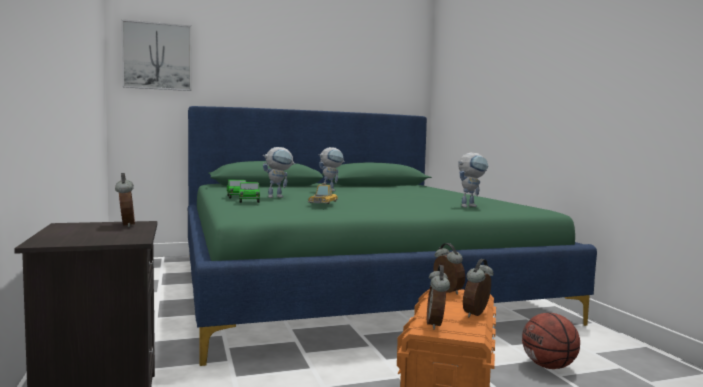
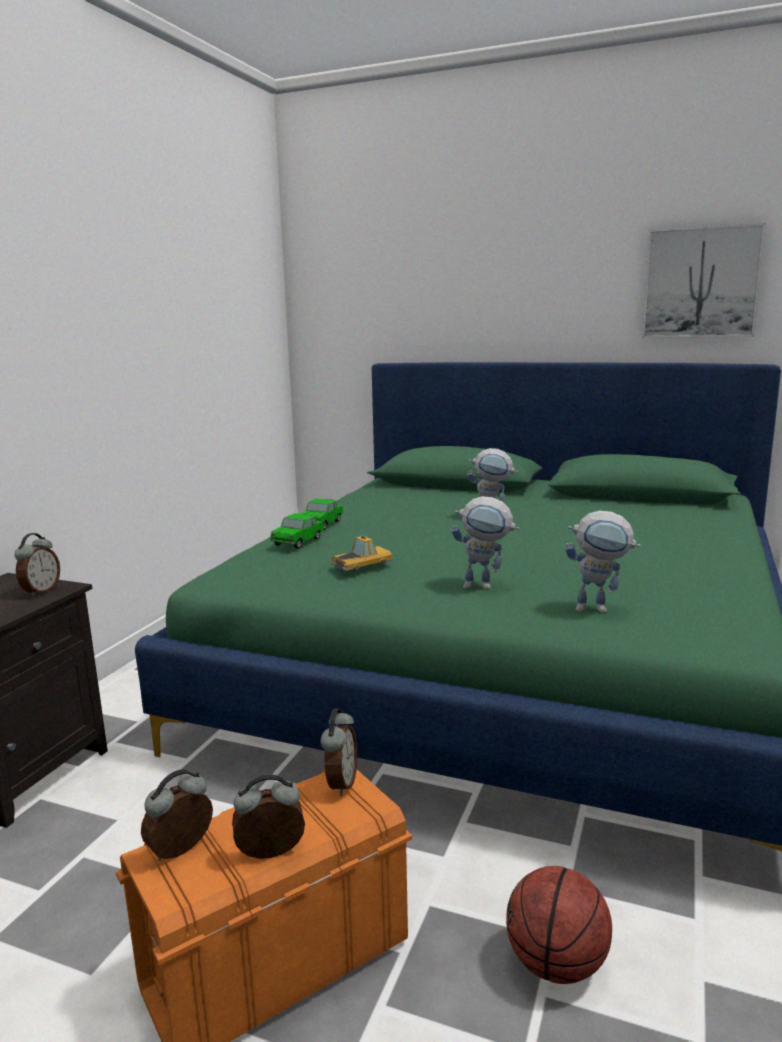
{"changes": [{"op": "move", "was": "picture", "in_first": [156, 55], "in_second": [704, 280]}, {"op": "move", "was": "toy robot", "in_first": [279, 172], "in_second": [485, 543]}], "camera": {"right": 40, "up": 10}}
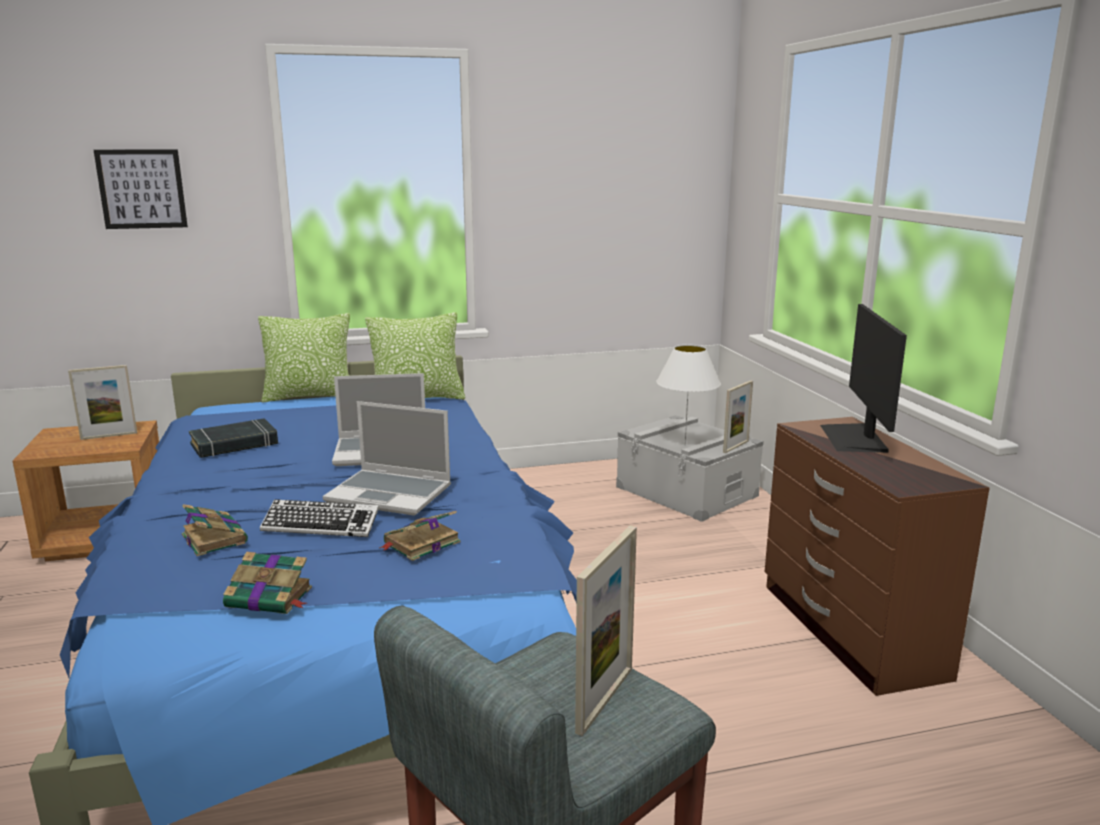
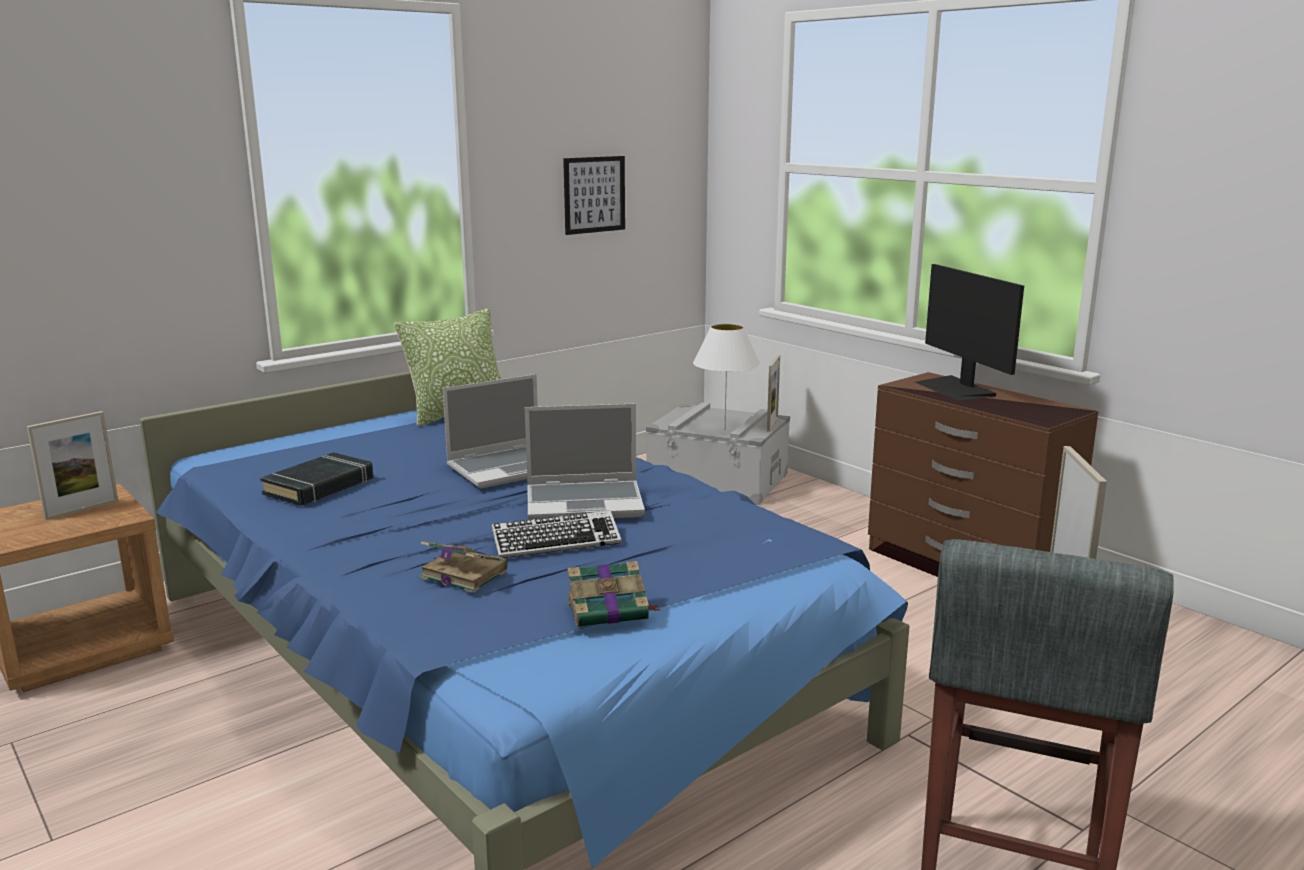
{"changes": [{"op": "delete", "was": "pillow", "in_first": [304, 357]}, {"op": "delete", "was": "book", "in_first": [420, 536]}, {"op": "move", "was": "picture", "in_first": [141, 189], "in_second": [594, 195]}], "camera": {"right": -25, "up": 0}}
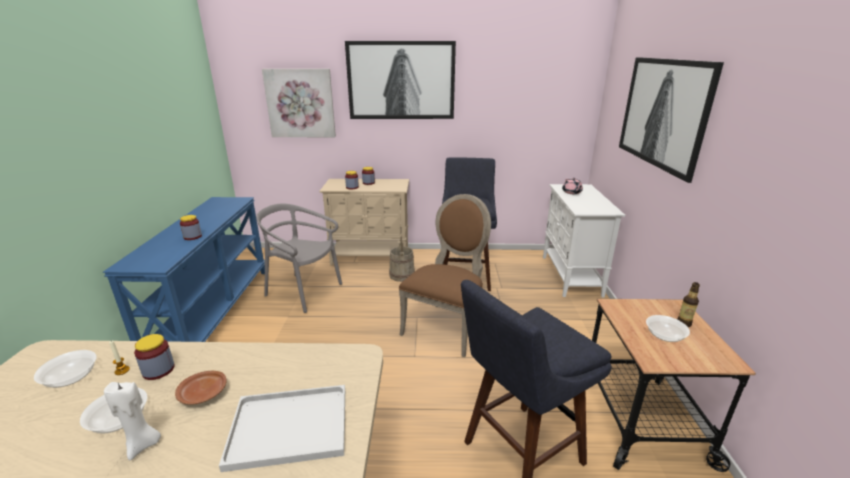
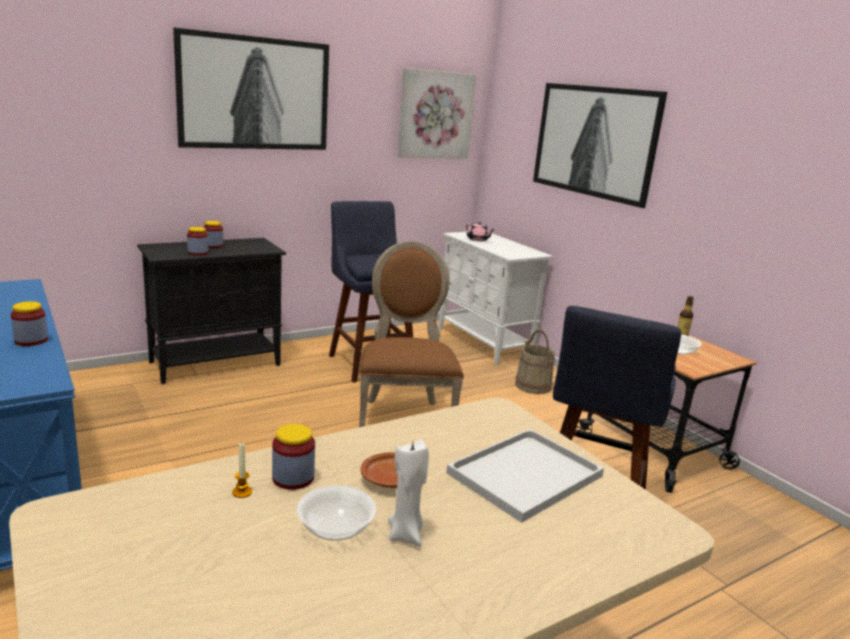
{"changes": [{"op": "delete", "was": "bowl", "in_first": [65, 369]}, {"op": "delete", "was": "chair (grey)", "in_first": [299, 258]}, {"op": "move", "was": "picture", "in_first": [299, 103], "in_second": [437, 113]}, {"op": "move", "was": "bucket (beige)", "in_first": [402, 259], "in_second": [535, 362]}, {"op": "recolor", "was": "cabinet (beige)", "now": "cabinet (black)", "in_first": [364, 222], "in_second": [211, 311]}], "camera": {"right": -35, "up": -5}}
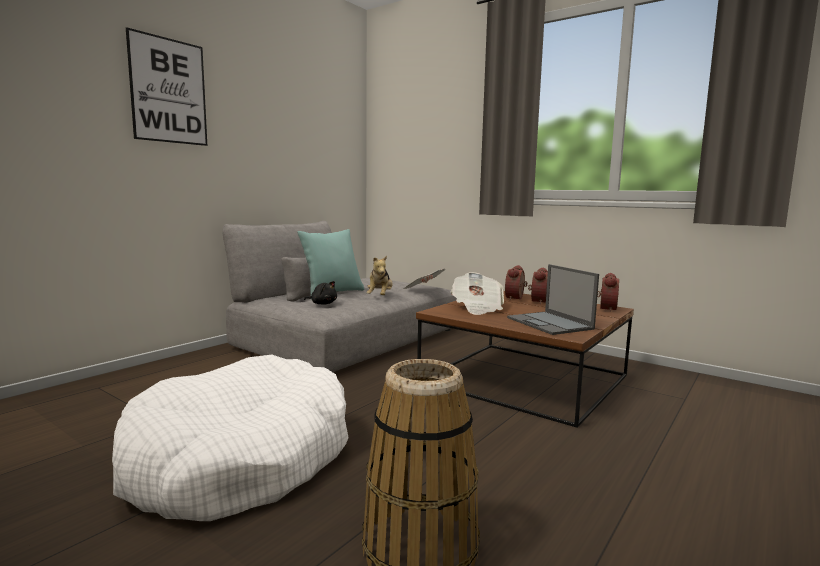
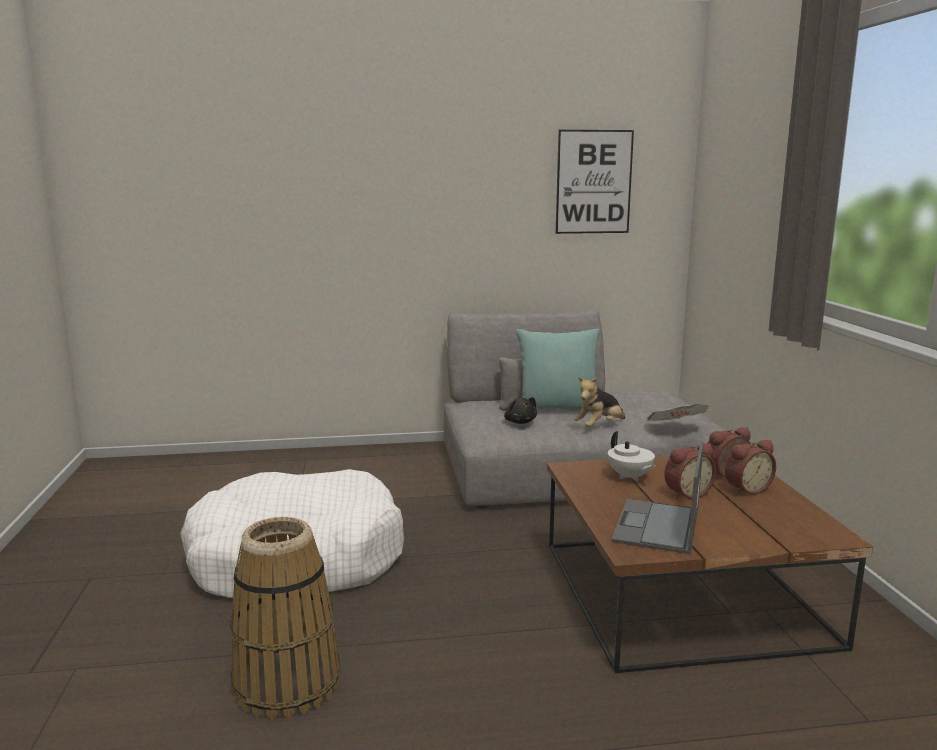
{"changes": [{"op": "move", "was": "picture", "in_first": [166, 86], "in_second": [595, 182]}, {"op": "move", "was": "alarm clock", "in_first": [608, 292], "in_second": [690, 471]}, {"op": "replace", "was": "newspaper", "now": "teapot (white)", "in_first": [477, 293], "in_second": [631, 456]}], "camera": {"right": 45, "up": 5}}
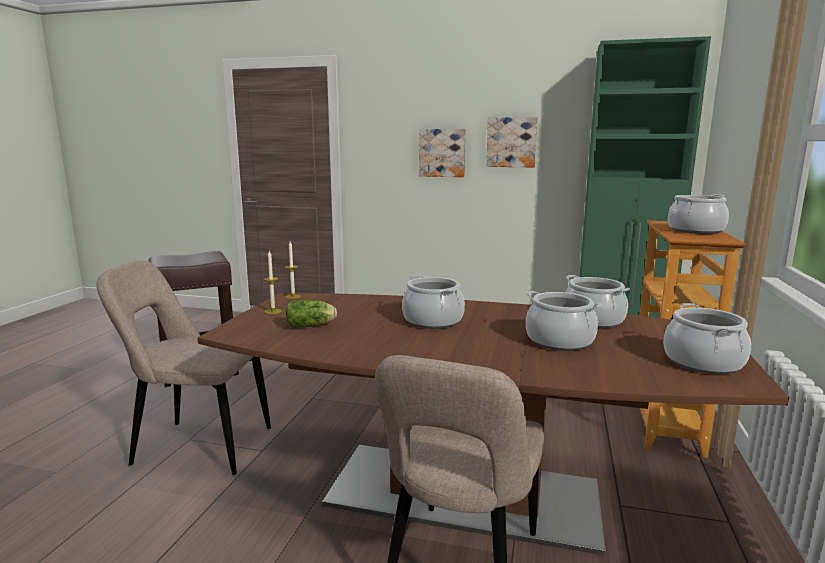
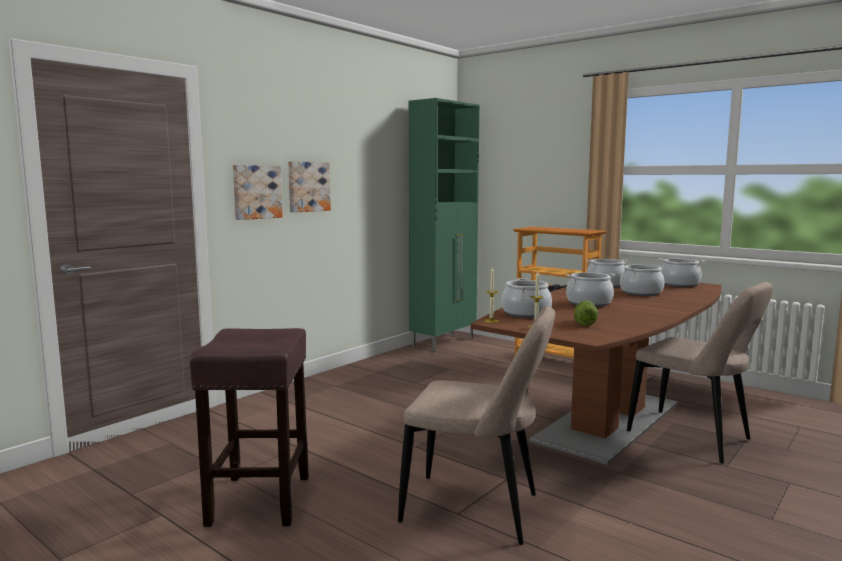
{"changes": [{"op": "move", "was": "picture", "in_first": [512, 142], "in_second": [258, 192]}, {"op": "move", "was": "cooking pot", "in_first": [698, 214], "in_second": [527, 298]}, {"op": "rotate", "was": "chair (beige)", "in_first": [183, 367], "in_second": [476, 425], "clockwise": -105}], "camera": {"right": -65, "up": -5}}
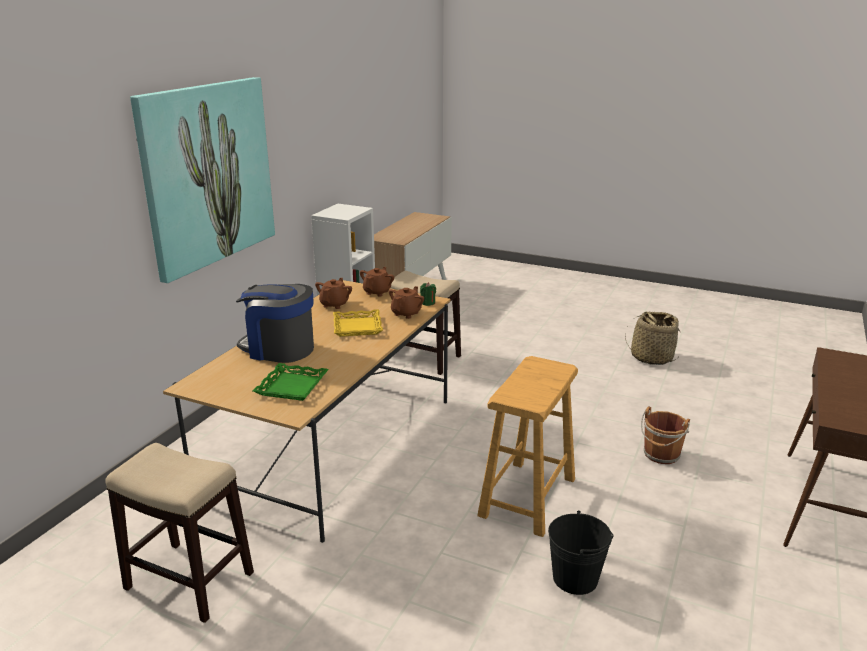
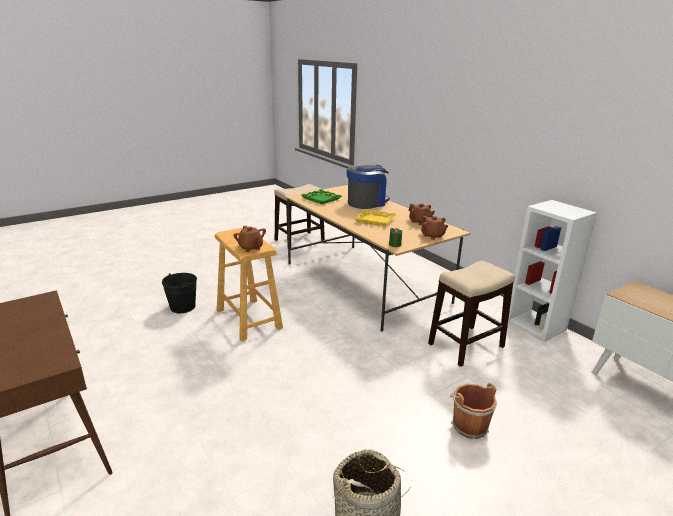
{"changes": [{"op": "delete", "was": "picture", "in_first": [202, 180]}, {"op": "move", "was": "teapot (brown)", "in_first": [406, 302], "in_second": [250, 239]}, {"op": "move", "was": "bucket (brown)", "in_first": [665, 435], "in_second": [473, 411]}], "camera": {"right": 120, "up": 0}}
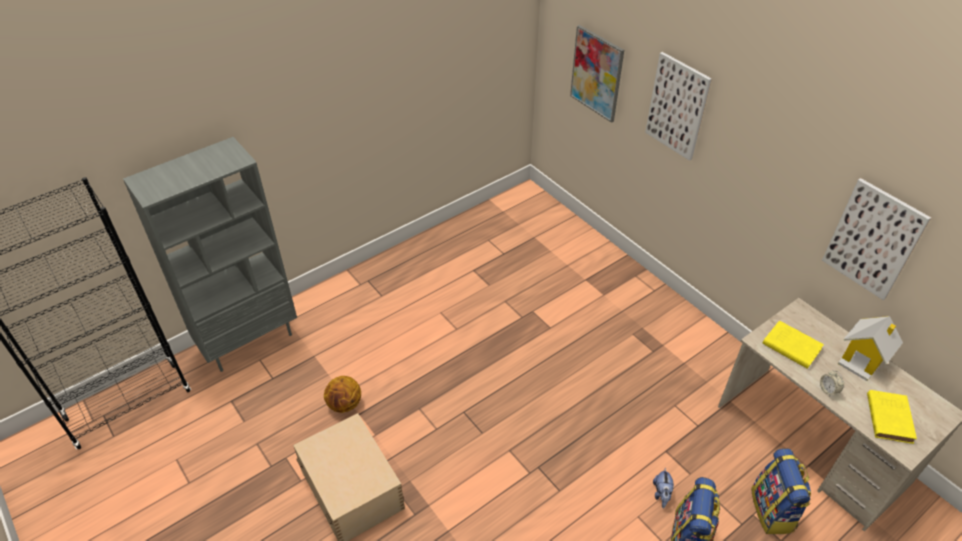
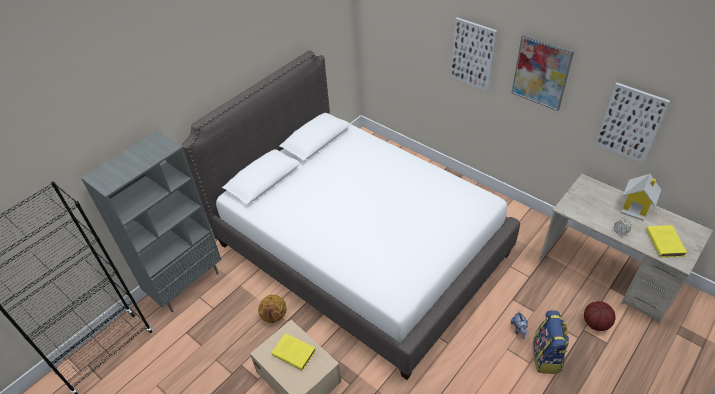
{"changes": [{"op": "insert", "now": "bed (white)", "in_second": [351, 215]}, {"op": "move", "was": "picture", "in_first": [597, 74], "in_second": [543, 73]}, {"op": "move", "was": "book (yellow)", "in_first": [793, 344], "in_second": [293, 352]}, {"op": "replace", "was": "backpack", "now": "basketball", "in_first": [781, 491], "in_second": [600, 316]}], "camera": {"right": -10, "up": 0}}
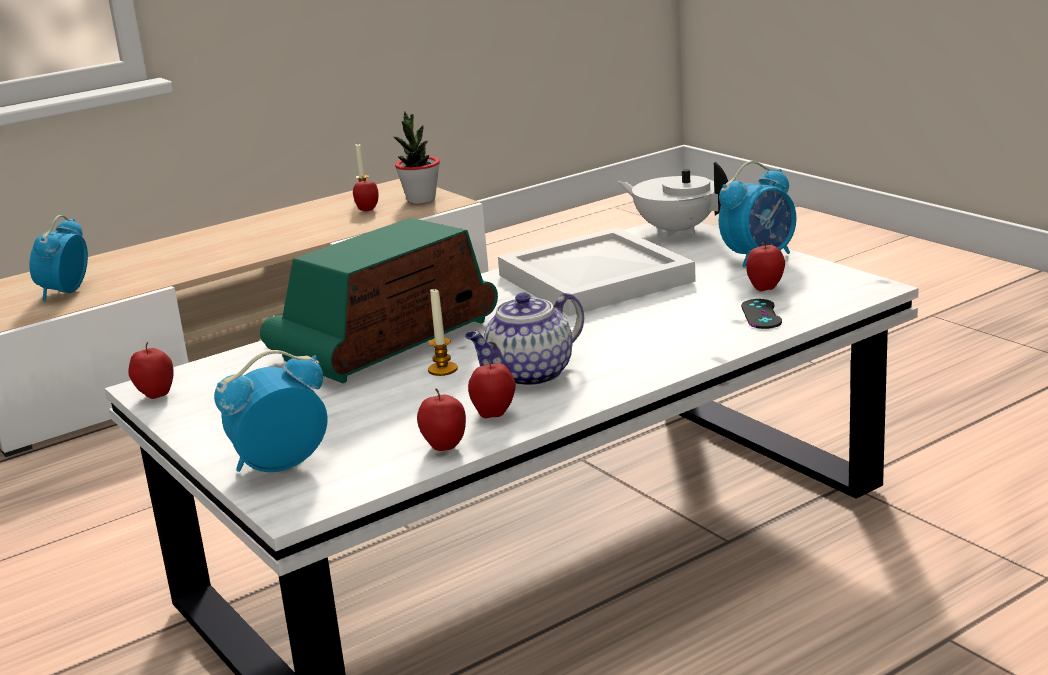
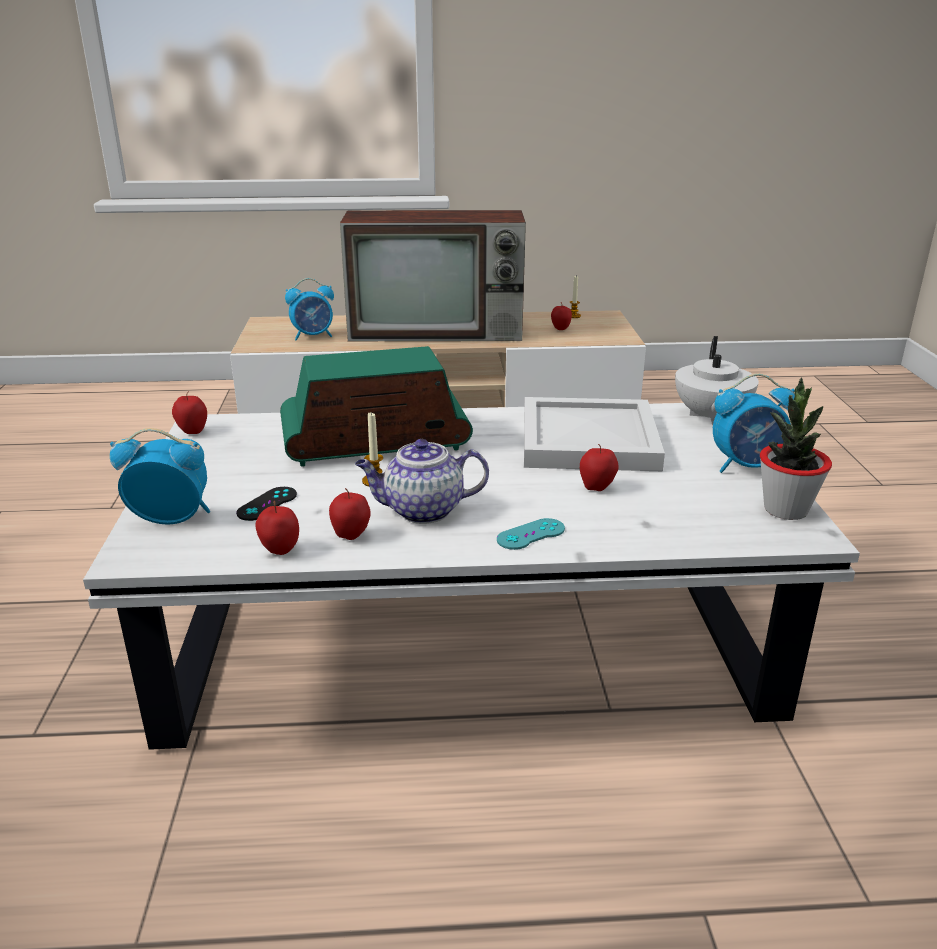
{"changes": [{"op": "insert", "now": "television", "in_second": [433, 275]}, {"op": "insert", "now": "game controller (turquoise)", "in_second": [531, 534]}, {"op": "move", "was": "potted plant", "in_first": [417, 157], "in_second": [796, 448]}, {"op": "move", "was": "game controller (black)", "in_first": [761, 314], "in_second": [266, 504]}, {"op": "move", "was": "apple", "in_first": [765, 265], "in_second": [599, 467]}, {"op": "rotate", "was": "alarm clock", "in_first": [58, 258], "in_second": [309, 309], "clockwise": -150}, {"op": "rotate", "was": "teapot (white)", "in_first": [673, 199], "in_second": [717, 380], "clockwise": -150}], "camera": {"right": 30, "up": 5}}
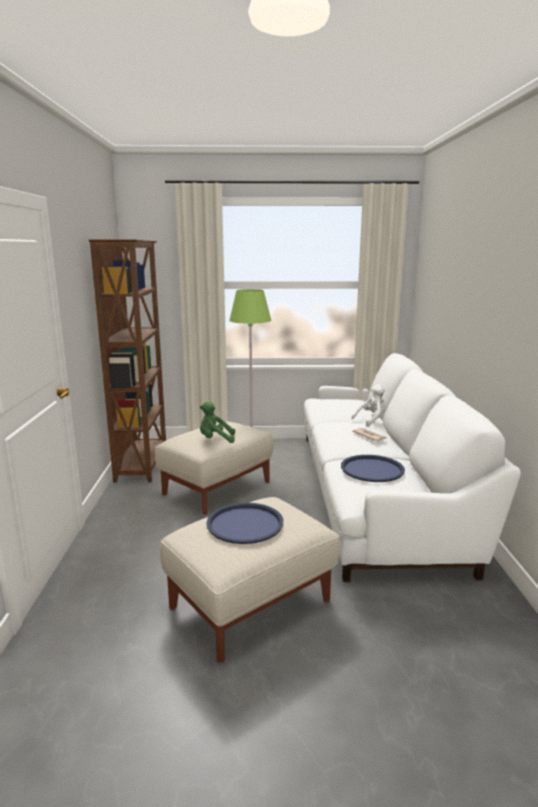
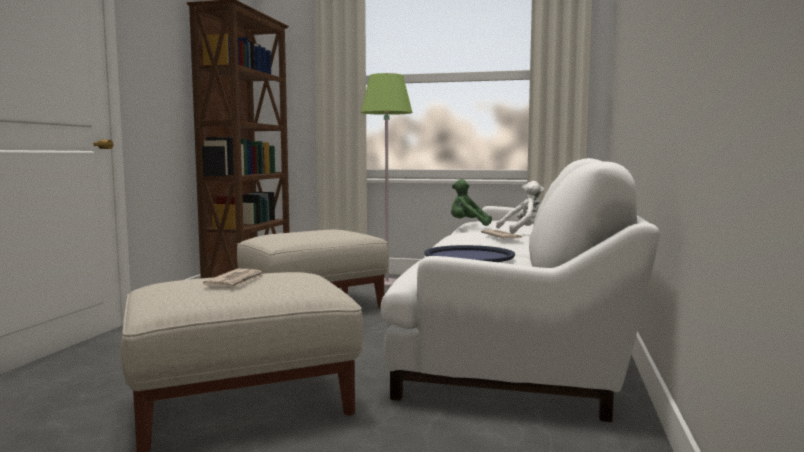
{"changes": [{"op": "move", "was": "plush toy (green)", "in_first": [217, 422], "in_second": [471, 202]}, {"op": "replace", "was": "tray (blue)", "now": "newspaper", "in_first": [244, 523], "in_second": [233, 278]}], "camera": {"right": 15, "up": -10}}
